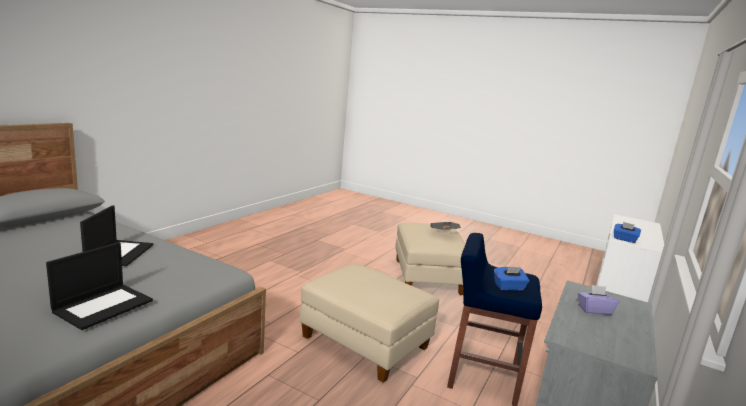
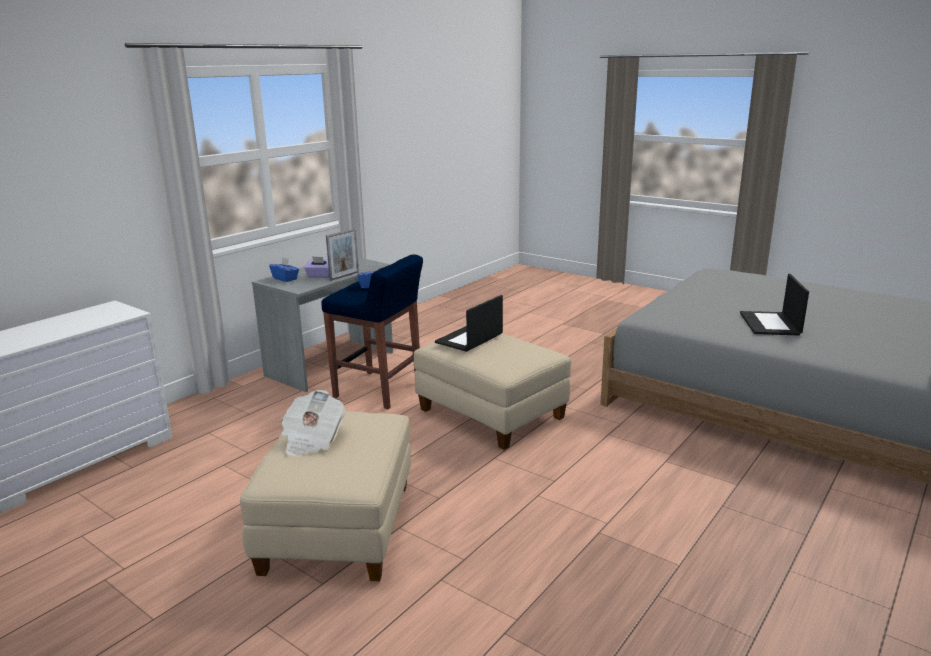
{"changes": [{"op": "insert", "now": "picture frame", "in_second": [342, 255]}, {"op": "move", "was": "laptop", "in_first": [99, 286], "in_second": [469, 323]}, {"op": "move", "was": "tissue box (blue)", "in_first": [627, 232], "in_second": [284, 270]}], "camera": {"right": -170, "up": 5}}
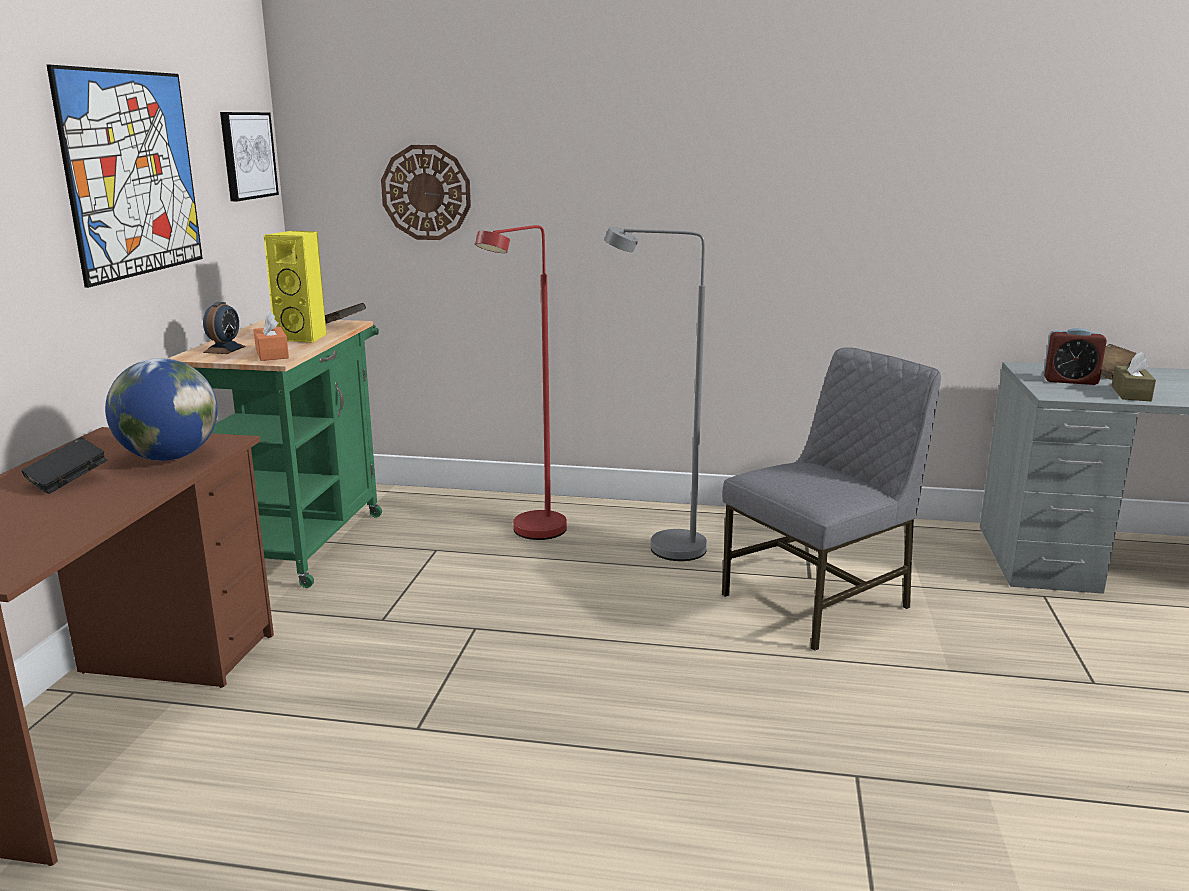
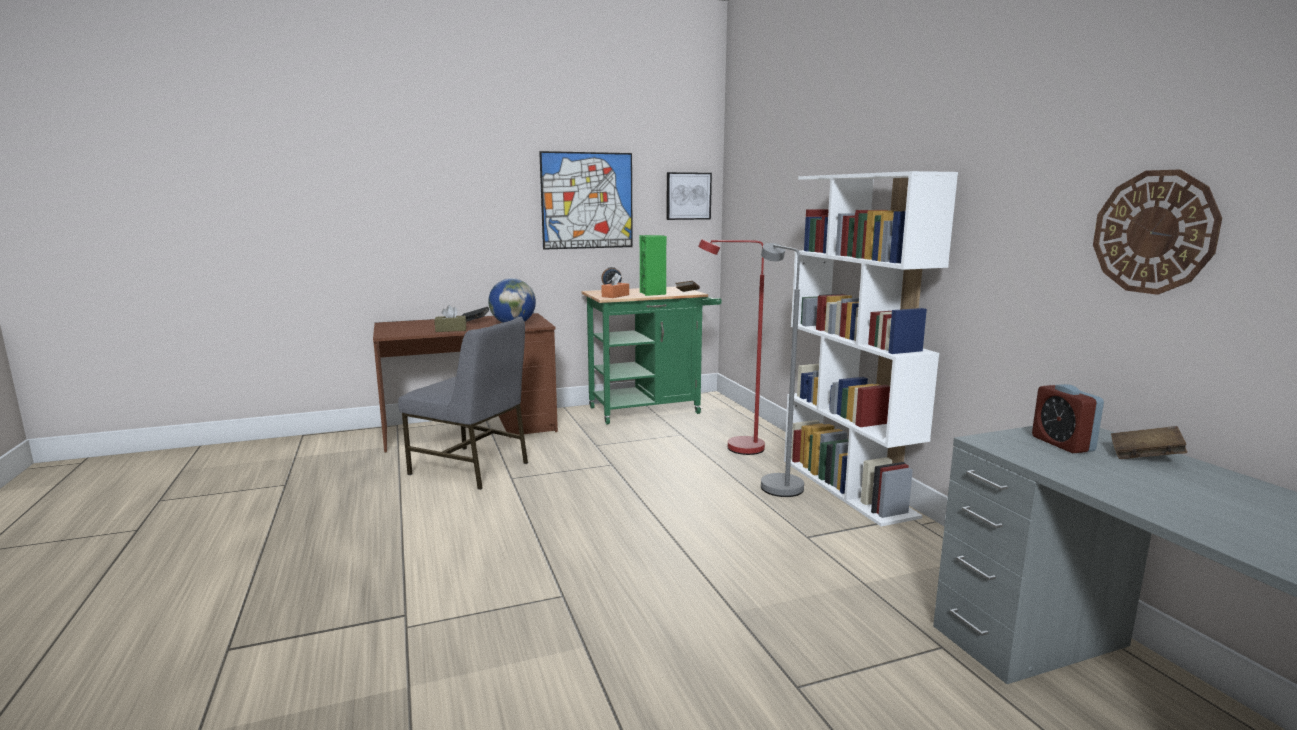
{"changes": [{"op": "insert", "now": "bookcase (white)", "in_second": [871, 348]}, {"op": "move", "was": "wall clock", "in_first": [426, 192], "in_second": [1157, 232]}, {"op": "move", "was": "chair (grey)", "in_first": [831, 499], "in_second": [463, 403]}, {"op": "move", "was": "tissue box (brown)", "in_first": [1134, 376], "in_second": [450, 318]}, {"op": "recolor", "was": "speaker (yellow)", "now": "speaker (green)", "in_first": [295, 287], "in_second": [653, 265]}], "camera": {"right": 60, "up": -5}}
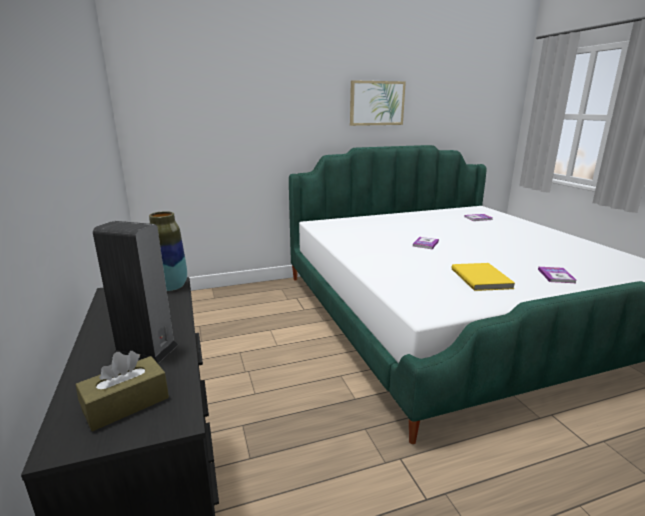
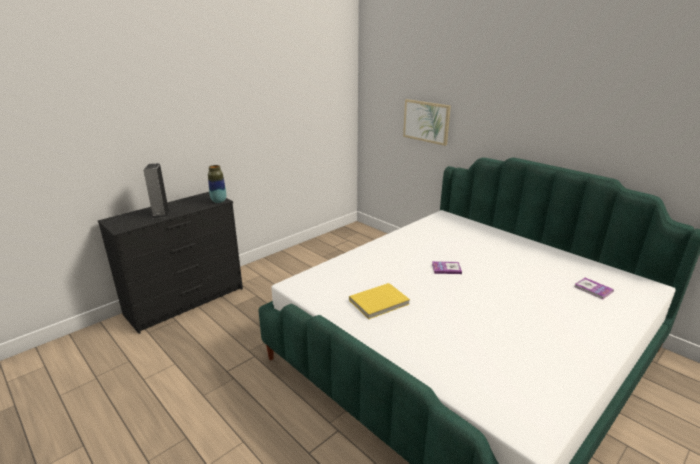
{"changes": [{"op": "delete", "was": "tissue box (brown)", "in_first": [122, 391]}, {"op": "delete", "was": "book", "in_first": [557, 275]}, {"op": "move", "was": "picture", "in_first": [378, 103], "in_second": [427, 122]}], "camera": {"right": 65, "up": 5}}
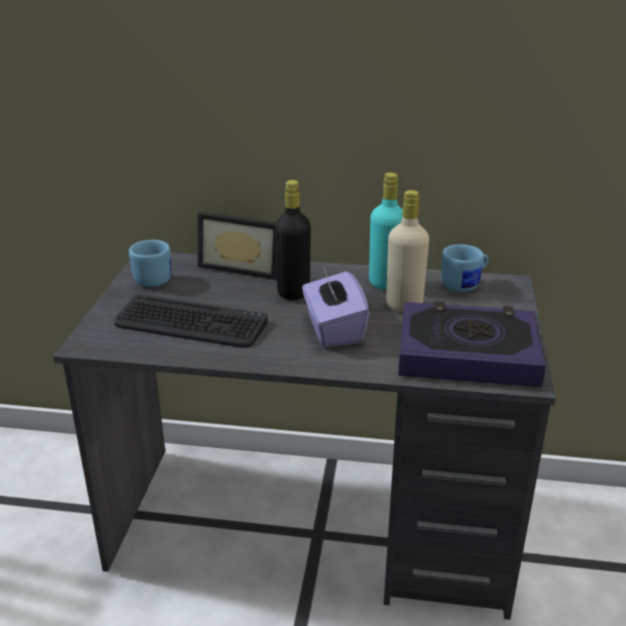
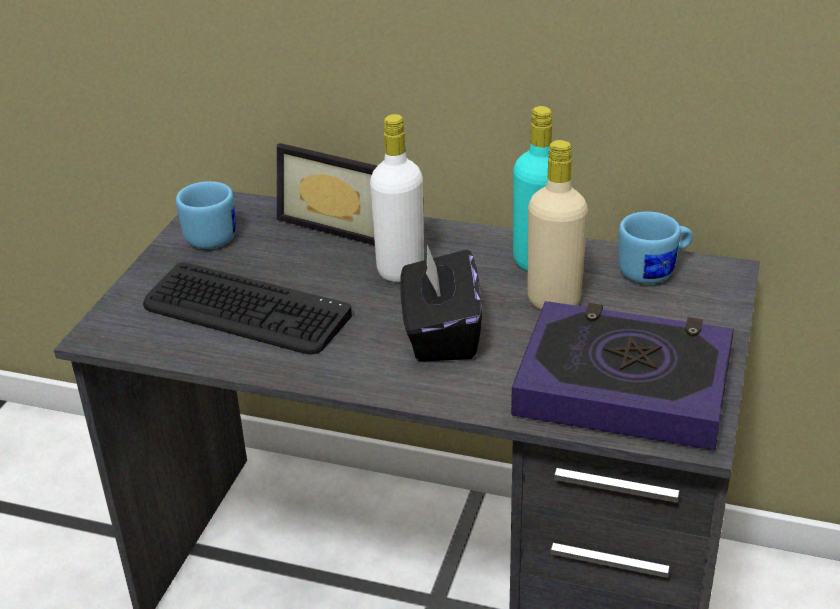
{"changes": [{"op": "recolor", "was": "bottle (black)", "now": "bottle (white)", "in_first": [293, 240], "in_second": [397, 198]}, {"op": "recolor", "was": "tissue box (purple)", "now": "tissue box (black)", "in_first": [336, 306], "in_second": [441, 303]}], "camera": {"right": 10, "up": 5}}
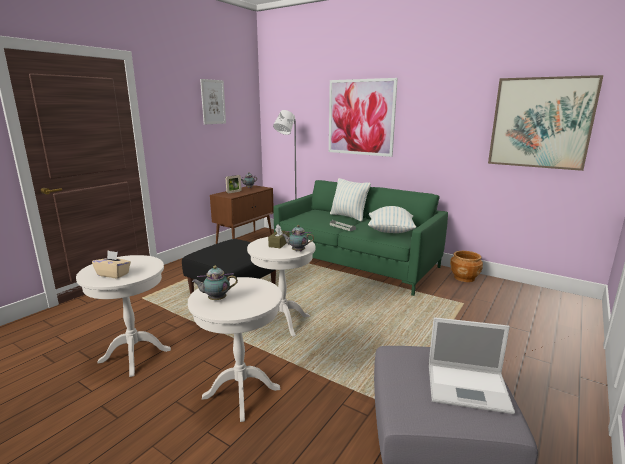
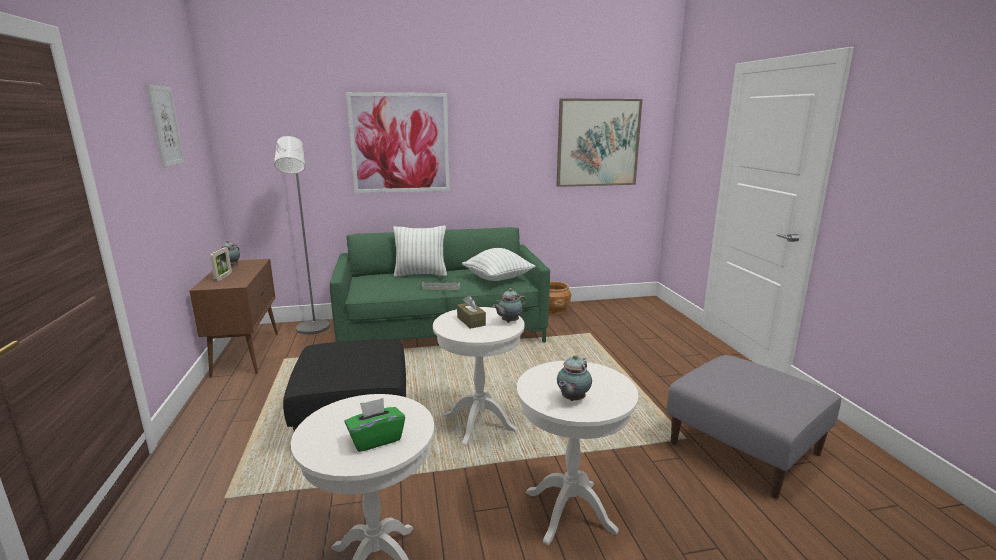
{"changes": [{"op": "delete", "was": "laptop", "in_first": [472, 365]}, {"op": "recolor", "was": "tissue box (beige)", "now": "tissue box (green)", "in_first": [111, 264], "in_second": [374, 425]}], "camera": {"right": -45, "up": 0}}
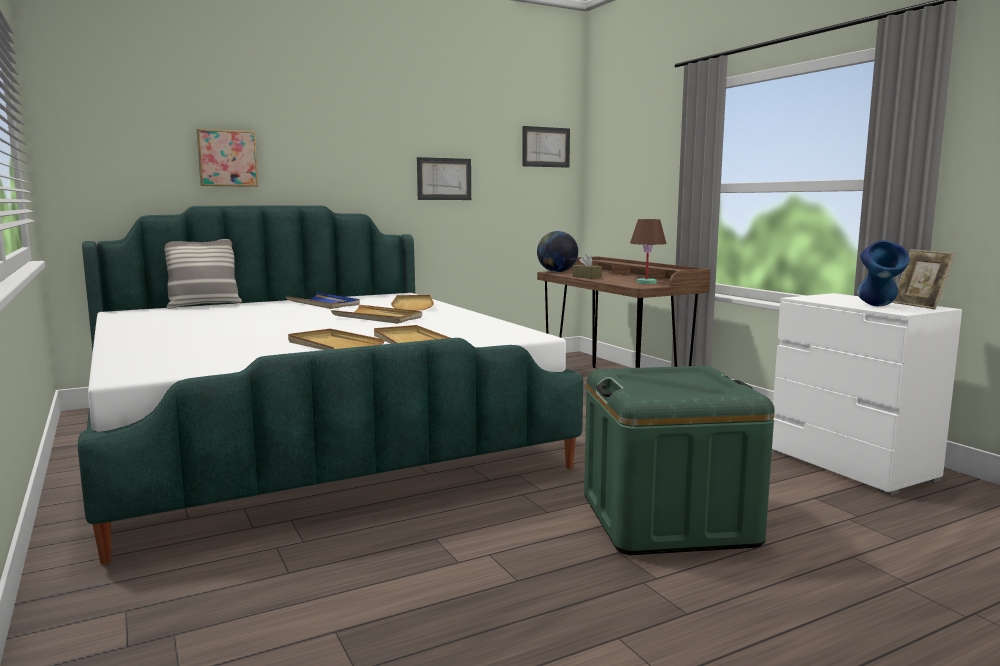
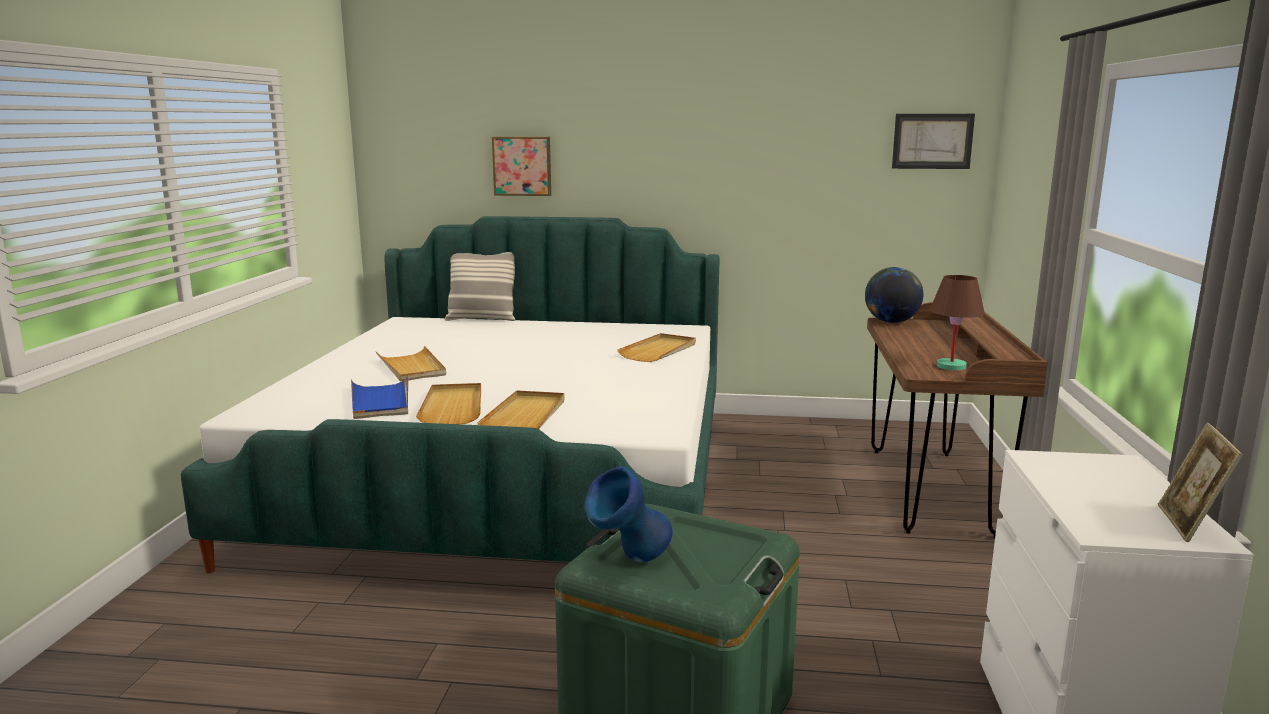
{"changes": [{"op": "delete", "was": "picture", "in_first": [444, 178]}, {"op": "delete", "was": "tissue box (brown)", "in_first": [587, 266]}, {"op": "move", "was": "tray (blue)", "in_first": [322, 300], "in_second": [379, 397]}, {"op": "move", "was": "tray (beige)", "in_first": [376, 314], "in_second": [411, 364]}, {"op": "move", "was": "vase (blue)", "in_first": [883, 273], "in_second": [628, 514]}], "camera": {"right": 35, "up": 5}}
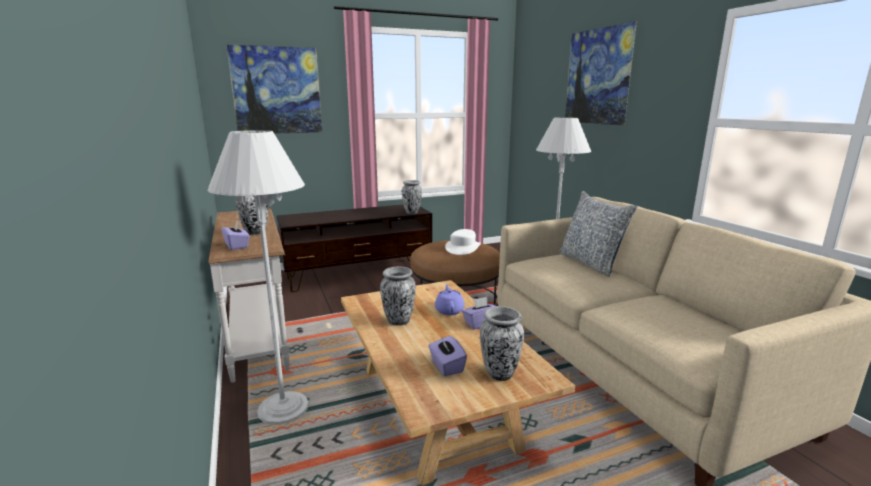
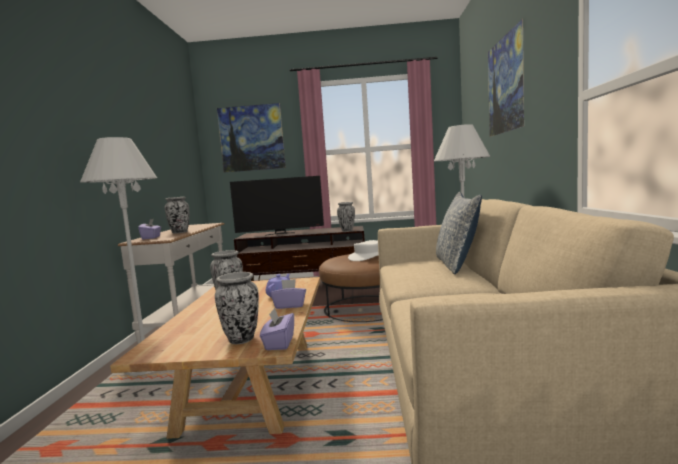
{"changes": [{"op": "insert", "now": "television", "in_second": [277, 206]}, {"op": "move", "was": "tissue box (purple)", "in_first": [447, 356], "in_second": [277, 328]}], "camera": {"right": 25, "up": -10}}
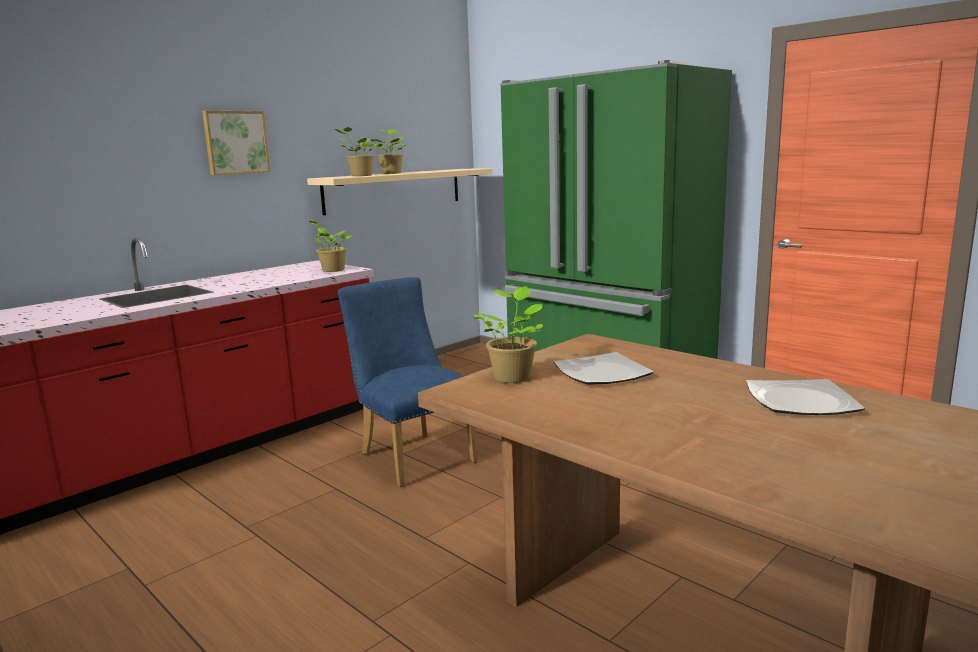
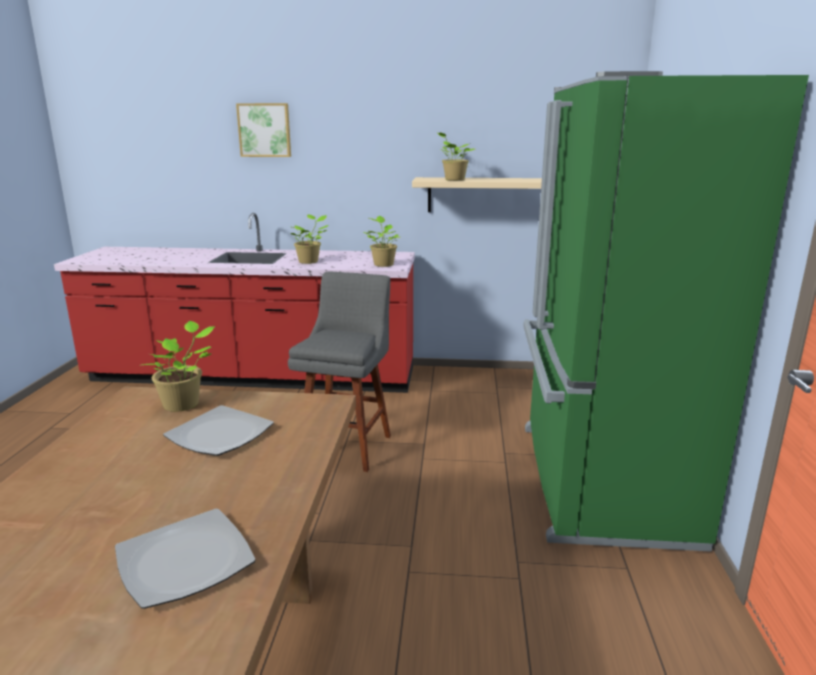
{"changes": [{"op": "move", "was": "picture", "in_first": [236, 143], "in_second": [263, 130]}, {"op": "move", "was": "potted plant", "in_first": [388, 151], "in_second": [310, 239]}, {"op": "replace", "was": "chair (blue)", "now": "stool (grey)", "in_first": [408, 382], "in_second": [339, 372]}], "camera": {"right": 50, "up": 5}}
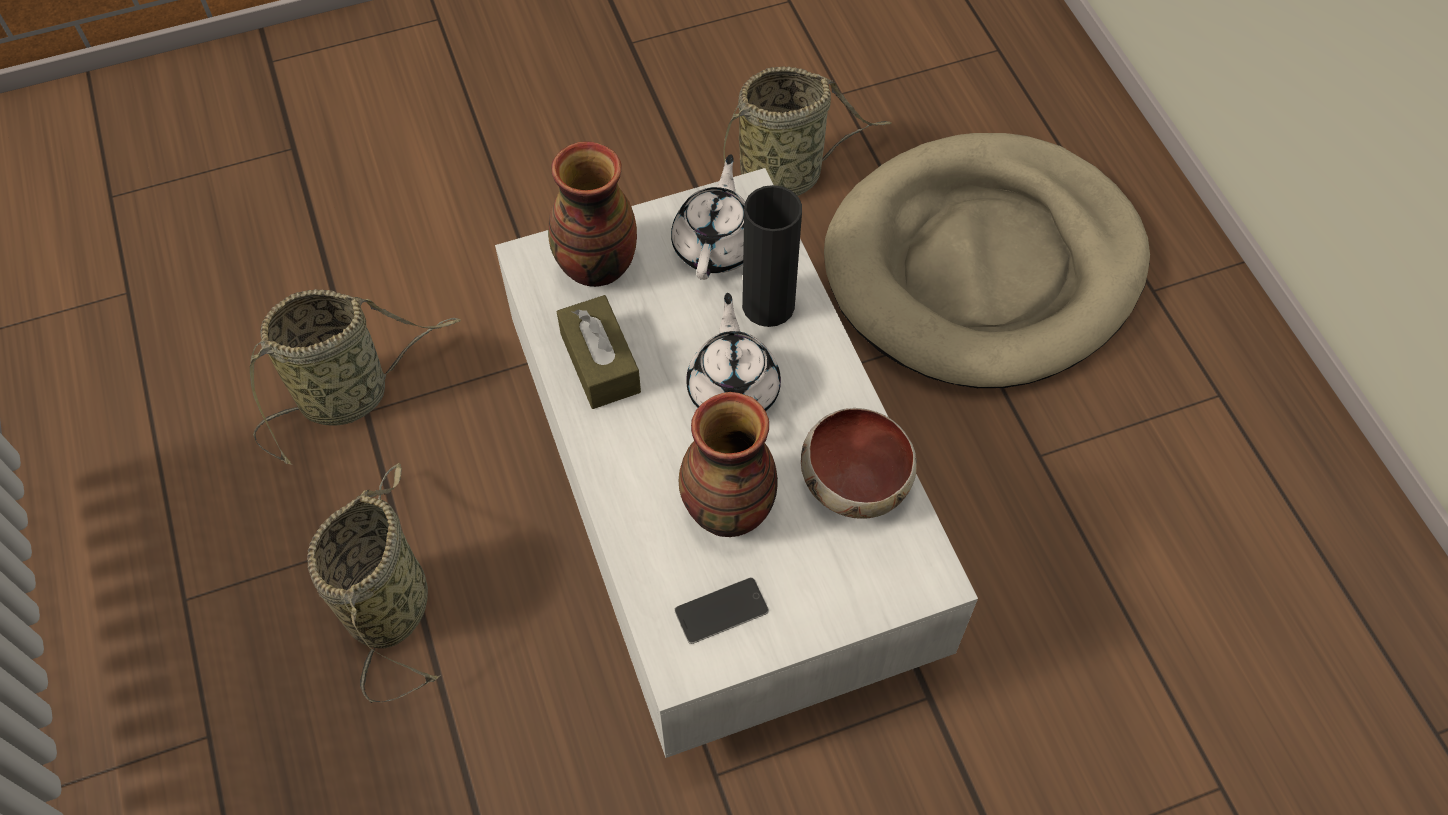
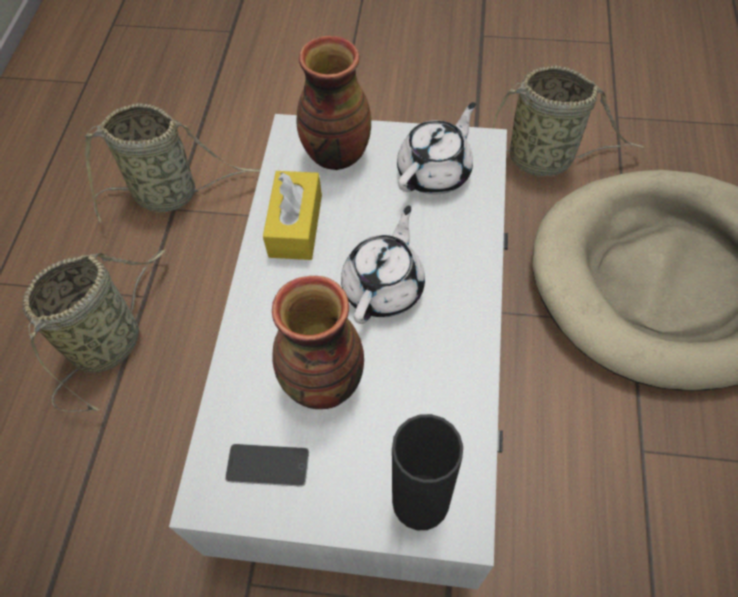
{"changes": [{"op": "delete", "was": "bowl", "in_first": [859, 463]}, {"op": "move", "was": "vase (black)", "in_first": [772, 256], "in_second": [427, 472]}, {"op": "recolor", "was": "tissue box (brown)", "now": "tissue box (yellow)", "in_first": [599, 352], "in_second": [292, 215]}], "camera": {"right": 30, "up": 0}}
